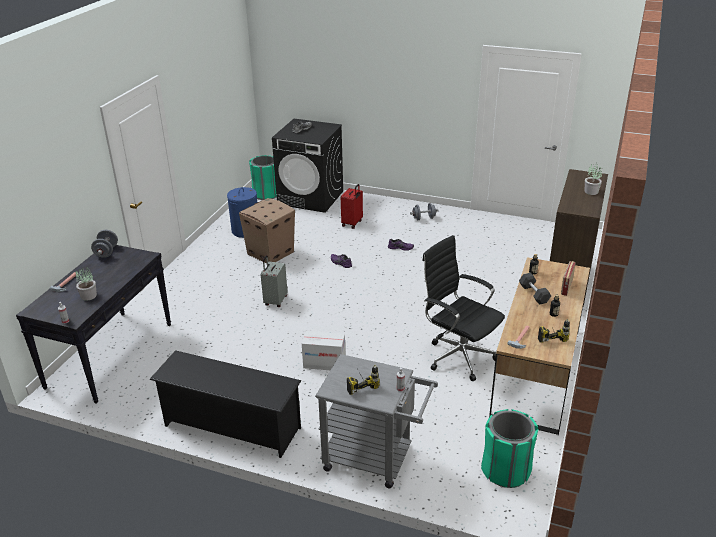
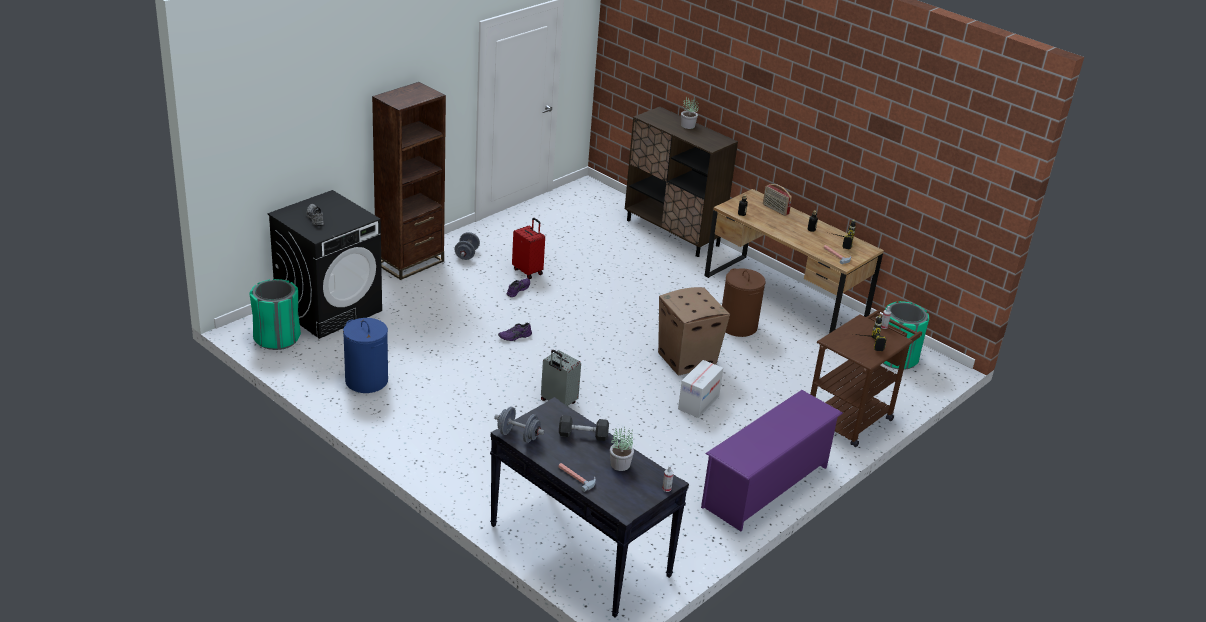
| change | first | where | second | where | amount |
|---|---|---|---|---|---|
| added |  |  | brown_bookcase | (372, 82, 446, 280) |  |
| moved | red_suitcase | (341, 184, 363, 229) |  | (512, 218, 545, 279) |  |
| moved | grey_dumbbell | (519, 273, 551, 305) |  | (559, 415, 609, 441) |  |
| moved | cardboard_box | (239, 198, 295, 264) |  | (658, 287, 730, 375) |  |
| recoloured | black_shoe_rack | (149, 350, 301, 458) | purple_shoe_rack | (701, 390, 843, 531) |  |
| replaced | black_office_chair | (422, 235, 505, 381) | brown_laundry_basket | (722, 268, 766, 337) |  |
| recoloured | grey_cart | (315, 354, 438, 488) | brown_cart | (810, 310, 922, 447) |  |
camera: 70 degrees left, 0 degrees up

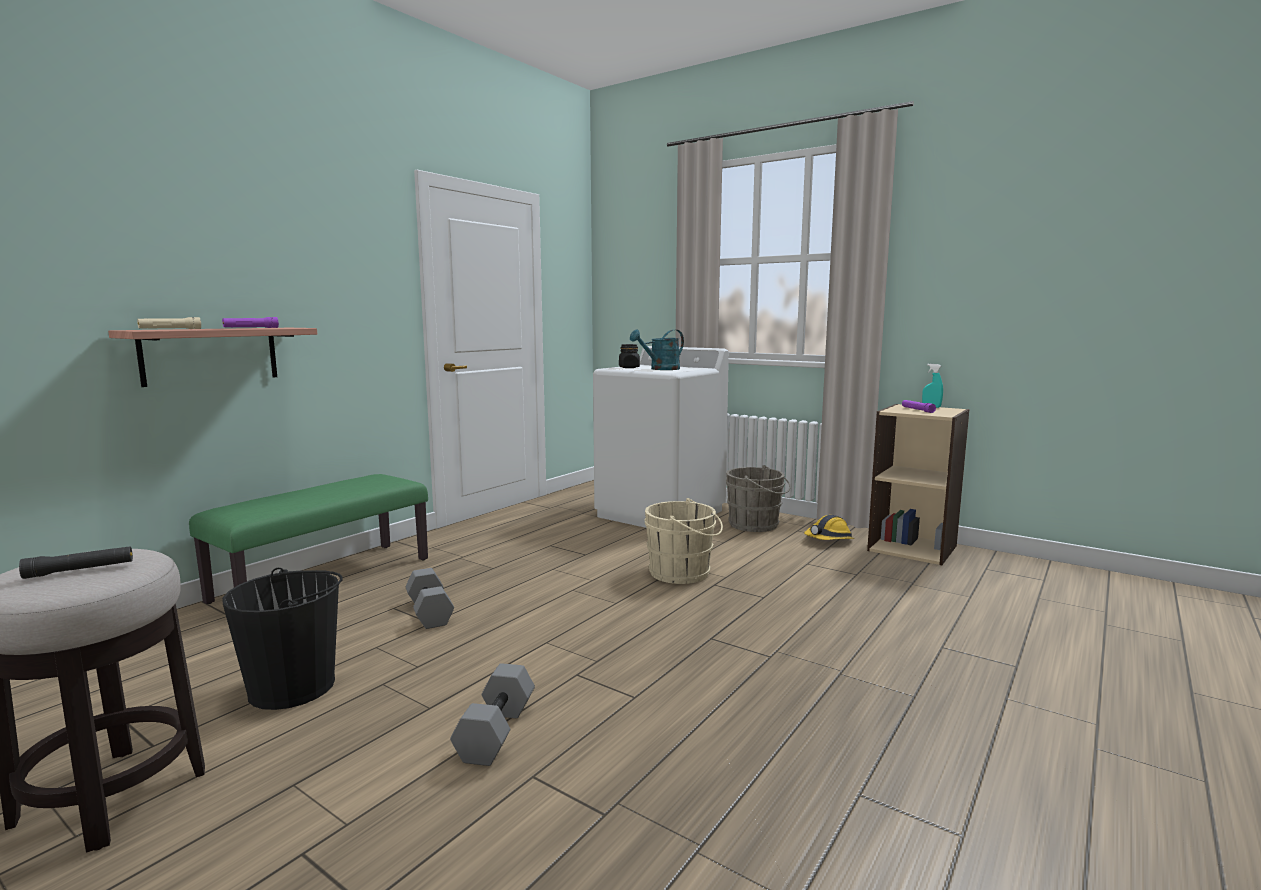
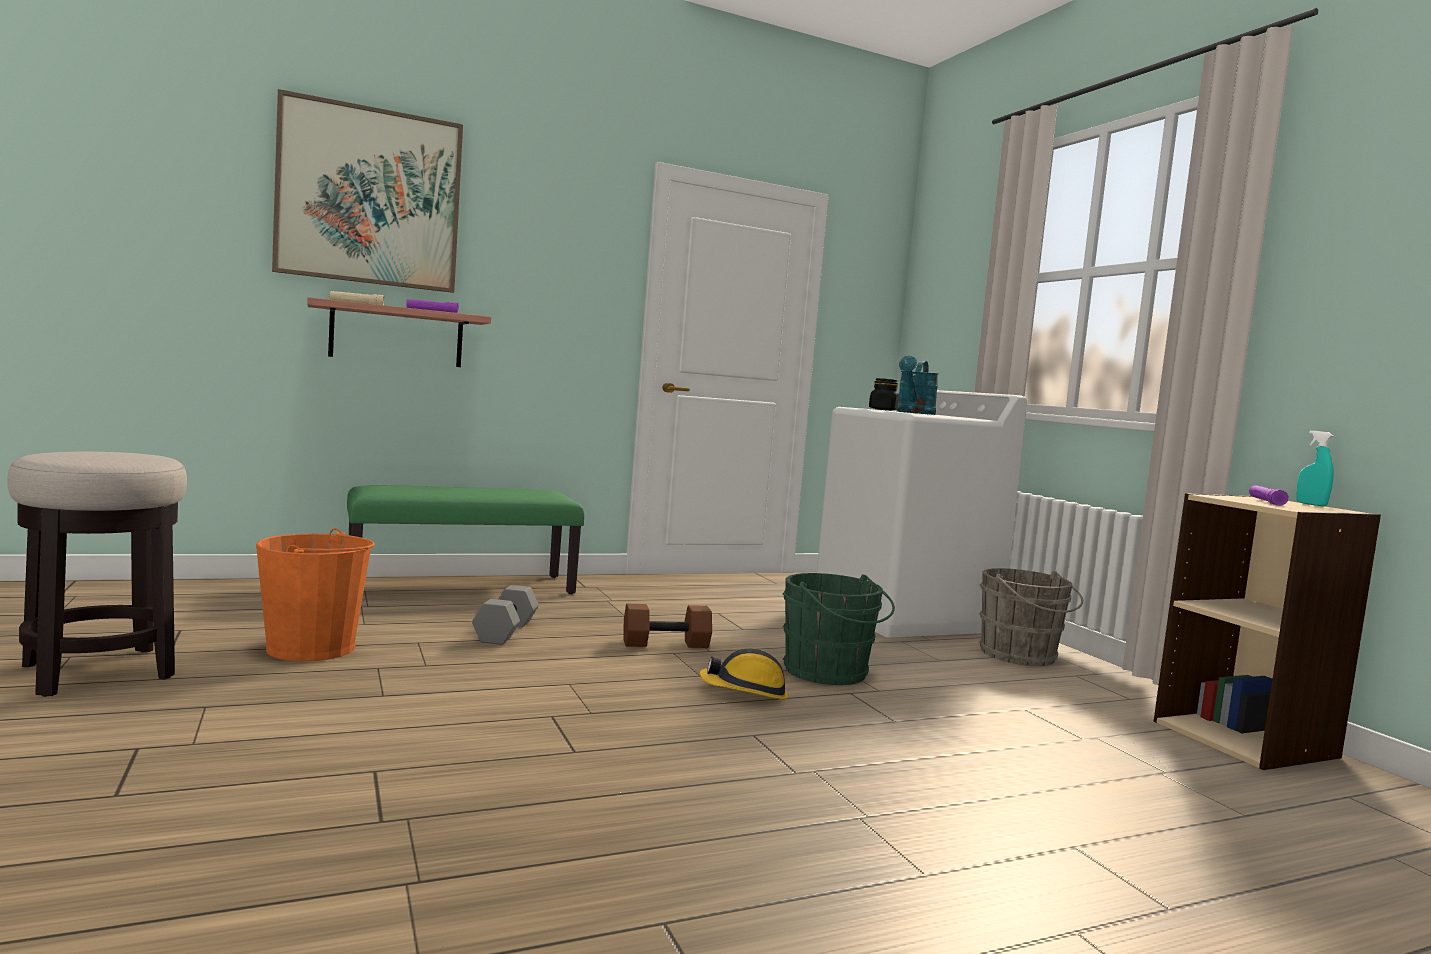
| change | first | where | second | where | amount |
|---|---|---|---|---|---|
| recoloured | black_bucket | (222, 568, 343, 710) | orange_bucket | (256, 528, 375, 661) |  |
| added |  |  | picture | (272, 89, 463, 293) |  |
| added |  |  | brown_dumbbell | (623, 604, 712, 648) |  |
| moved | hard_hat | (804, 515, 854, 540) |  | (699, 648, 788, 700) |  |
| recoloured | beige_bucket | (644, 498, 723, 584) | green_bucket | (782, 573, 895, 685) |  |
| turned | turquoise_watering_can | (630, 330, 684, 370) |  | (897, 356, 939, 415) | 60 degrees counterclockwise |
| removed | black_flashlight | (19, 546, 133, 579) |  |  |  |
| removed | grey_dumbbell | (450, 663, 535, 766) |  |  |  |
camera: 30 degrees right, 5 degrees down

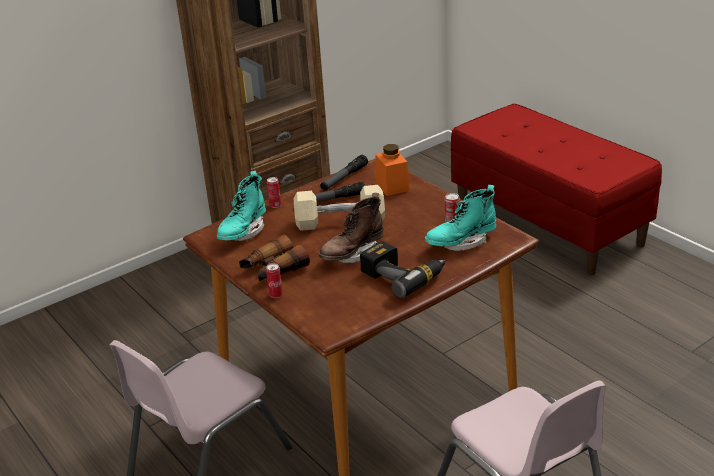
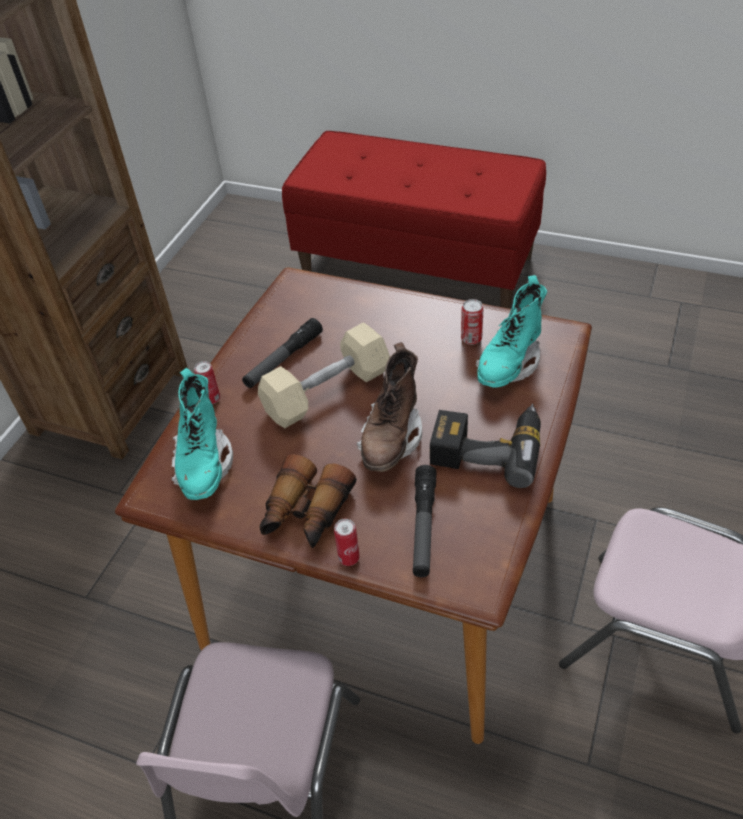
| change | first | where | second | where | amount |
|---|---|---|---|---|---|
| moved | flashlight | (320, 155, 368, 191) |  | (413, 465, 436, 577) |  |
| removed | orange_jar | (375, 144, 410, 196) |  |  |  |
camera: 30 degrees left, 15 degrees up

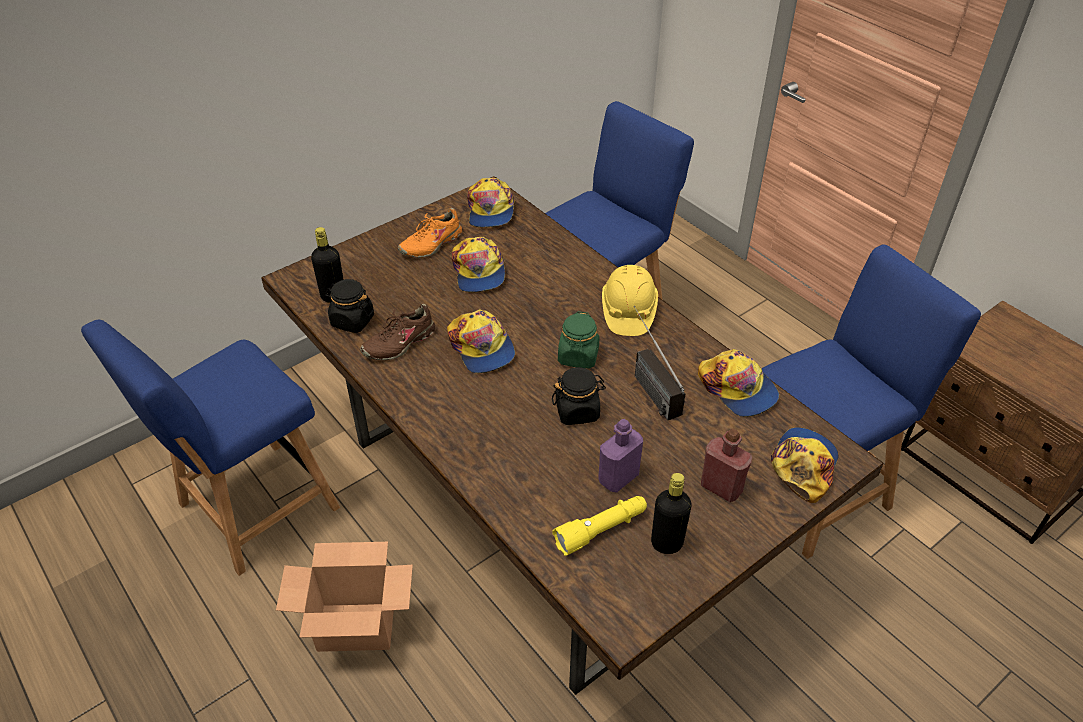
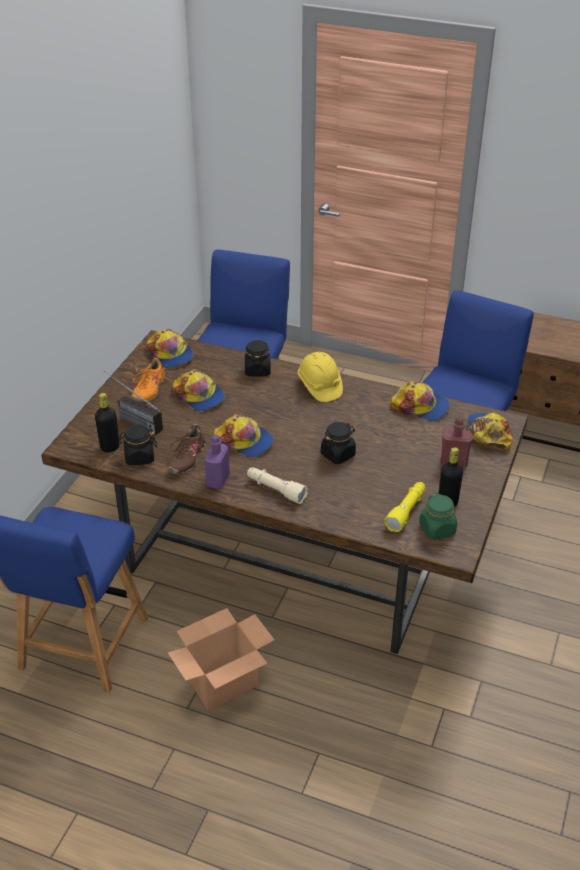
| change | first | where | second | where | amount |
|---|---|---|---|---|---|
| moved | radio | (633, 306, 685, 421) |  | (104, 371, 163, 436) |  |
| moved | purple_bottle | (598, 419, 643, 493) |  | (204, 435, 230, 489) |  |
| added |  |  | black_jar | (245, 340, 271, 377) |  |
| added |  |  | beige_flashlight | (247, 467, 308, 504) |  |
| moved | green_jar | (558, 311, 600, 368) |  | (419, 493, 457, 540) |  |
camera: 30 degrees left, 5 degrees down

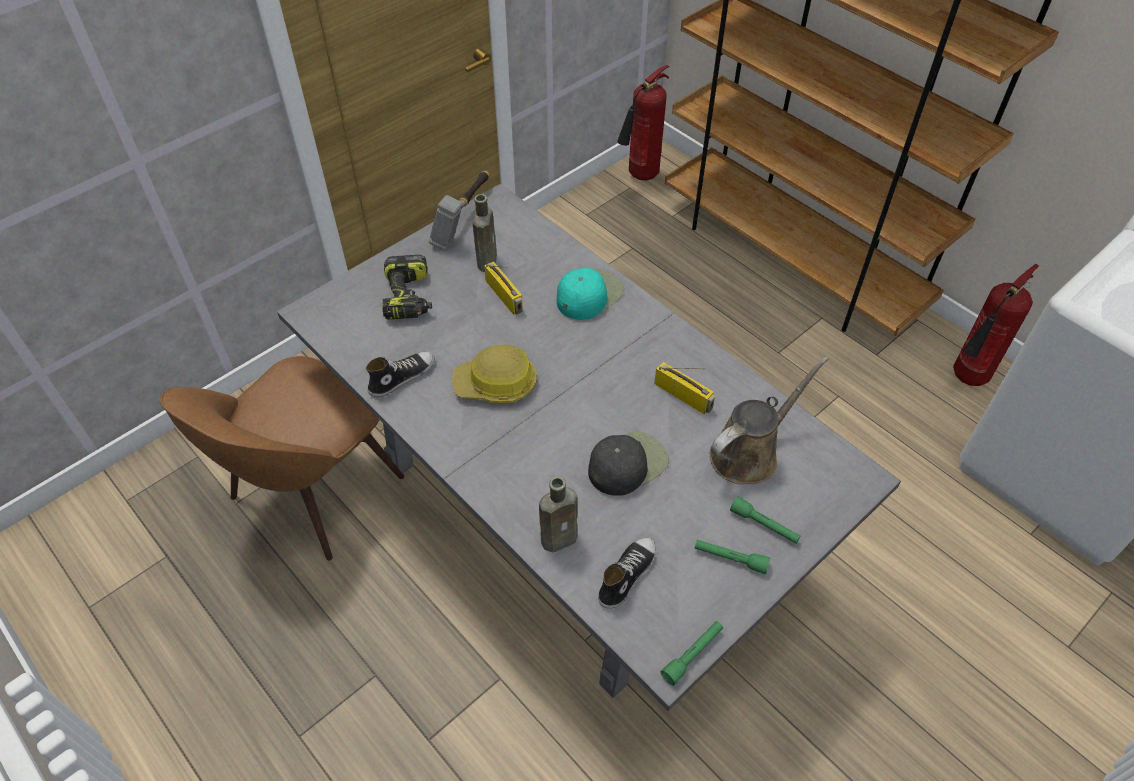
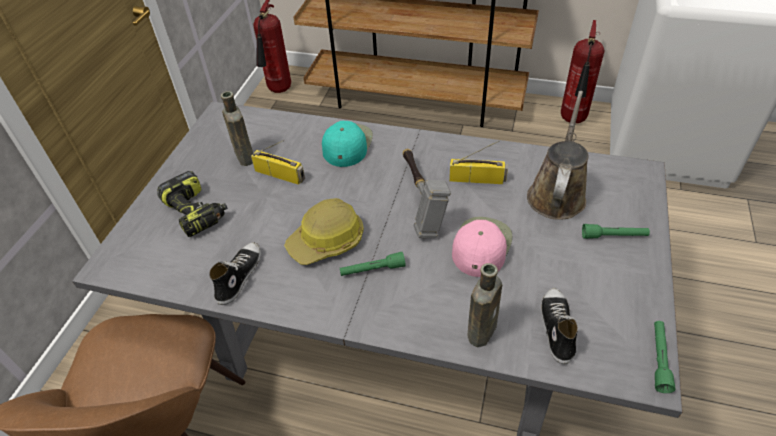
| change | first | where | second | where | amount |
|---|---|---|---|---|---|
| moved | green_flashlight | (694, 540, 770, 574) |  | (340, 252, 406, 276) |  |
| moved | hammer | (429, 171, 489, 251) |  | (403, 149, 451, 238) |  |
| recoloured | black_cap | (588, 431, 669, 496) | pink_cap | (452, 217, 513, 277) |  |
camera: 30 degrees left, 5 degrees down

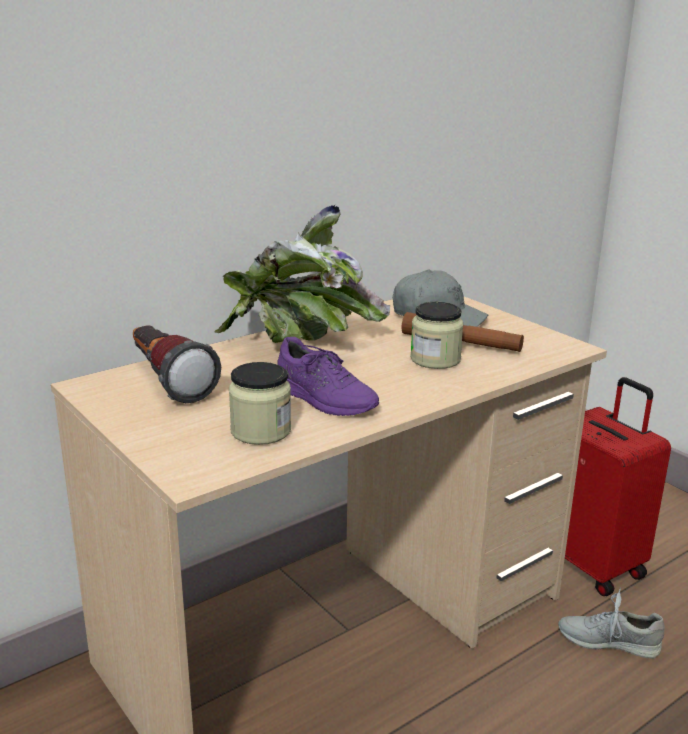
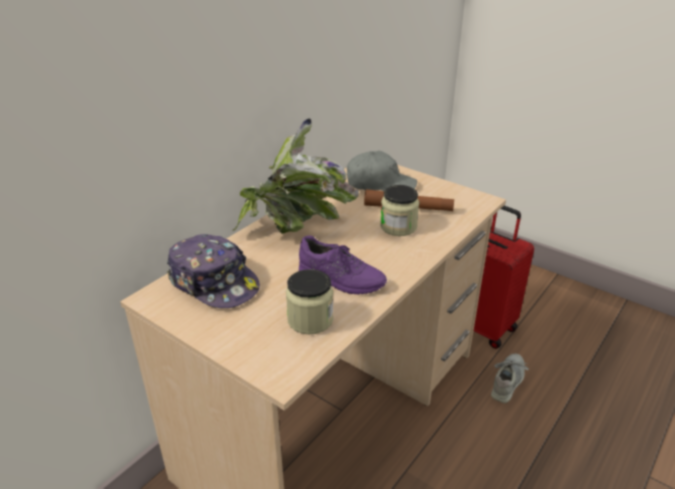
| change | first | where | second | where | amount |
|---|---|---|---|---|---|
| replaced | flashlight | (133, 325, 221, 403) | cap | (167, 234, 260, 308) |  |
| turned | grey_shoe | (558, 587, 665, 659) |  | (491, 353, 529, 403) | 120 degrees clockwise |
camera: 15 degrees left, 10 degrees up

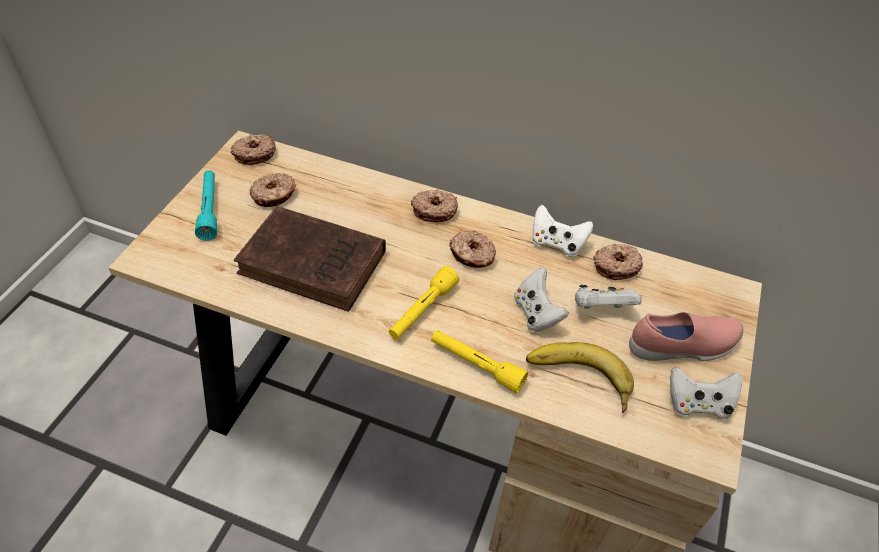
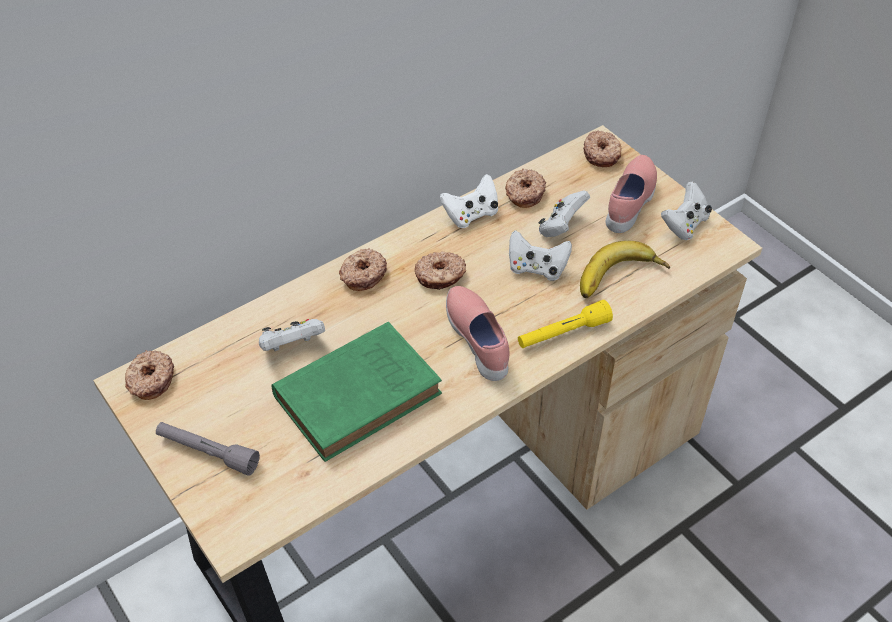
| change | first | where | second | where | amount |
|---|---|---|---|---|---|
| recoloured | turquoise_flashlight | (195, 171, 217, 241) | grey_flashlight | (156, 422, 260, 476) |  |
| added |  |  | white_game_controller | (259, 319, 325, 351) |  |
| recoloured | brown_book | (234, 206, 386, 312) | green_book | (271, 322, 442, 462) |  |
| replaced | yellow_flashlight | (389, 266, 459, 339) | pink_shoe | (446, 286, 509, 381) |  |
| moved | donut | (250, 173, 296, 207) |  | (583, 130, 621, 167) |  |
camera: 55 degrees left, 0 degrees up

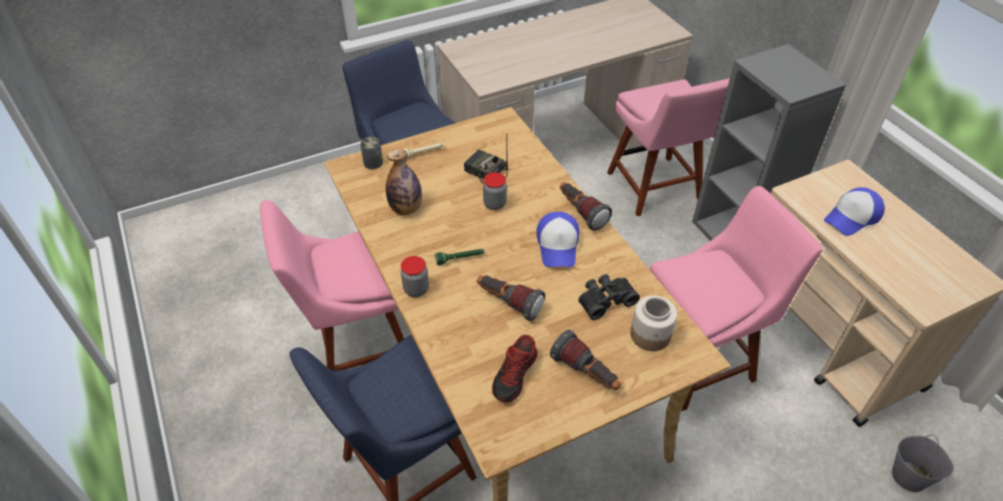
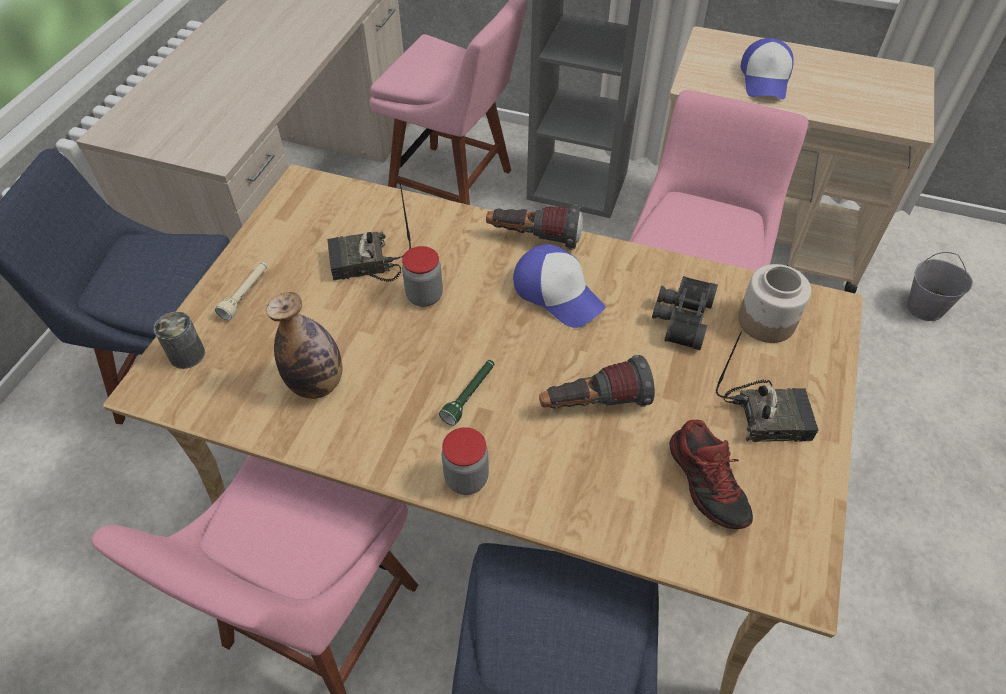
| change | first | where | second | where | amount |
|---|---|---|---|---|---|
| replaced | flashlight | (550, 330, 621, 390) | radio | (716, 332, 819, 442) |  |
camera: 45 degrees left, 5 degrees up

